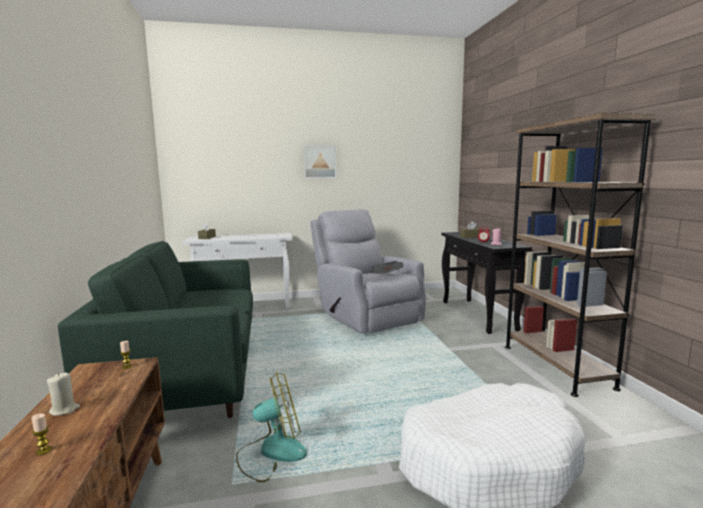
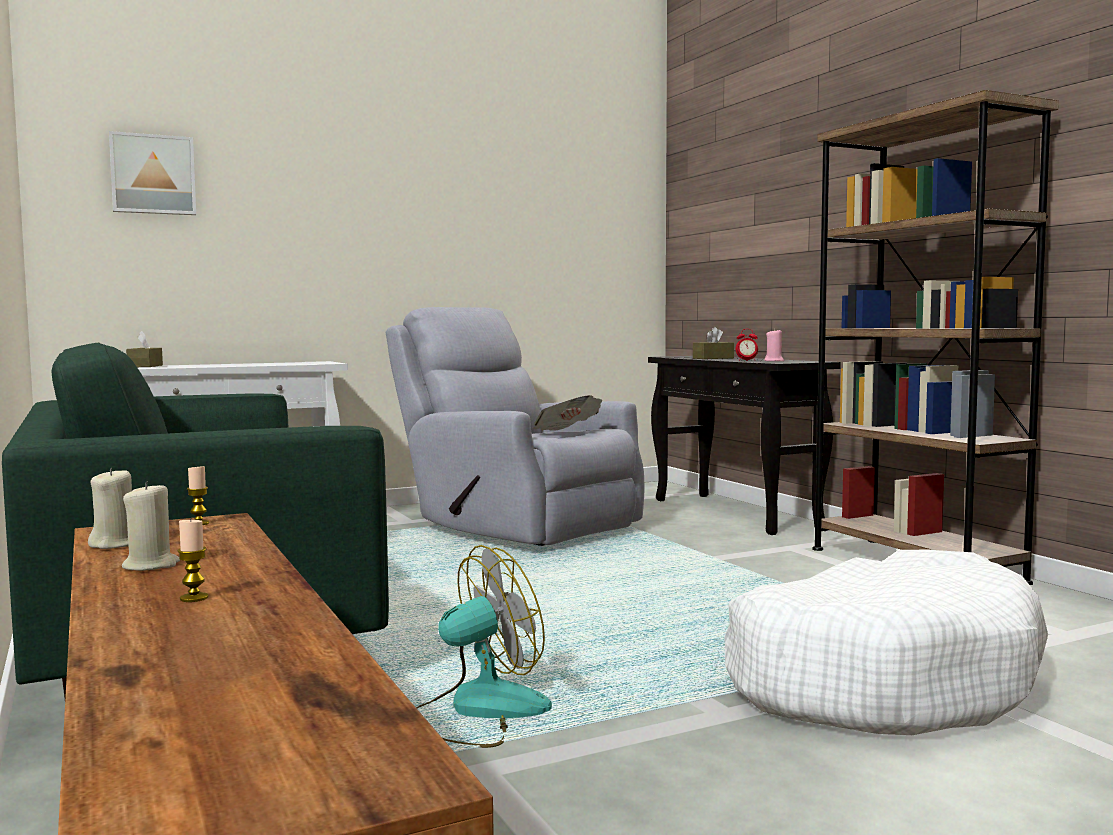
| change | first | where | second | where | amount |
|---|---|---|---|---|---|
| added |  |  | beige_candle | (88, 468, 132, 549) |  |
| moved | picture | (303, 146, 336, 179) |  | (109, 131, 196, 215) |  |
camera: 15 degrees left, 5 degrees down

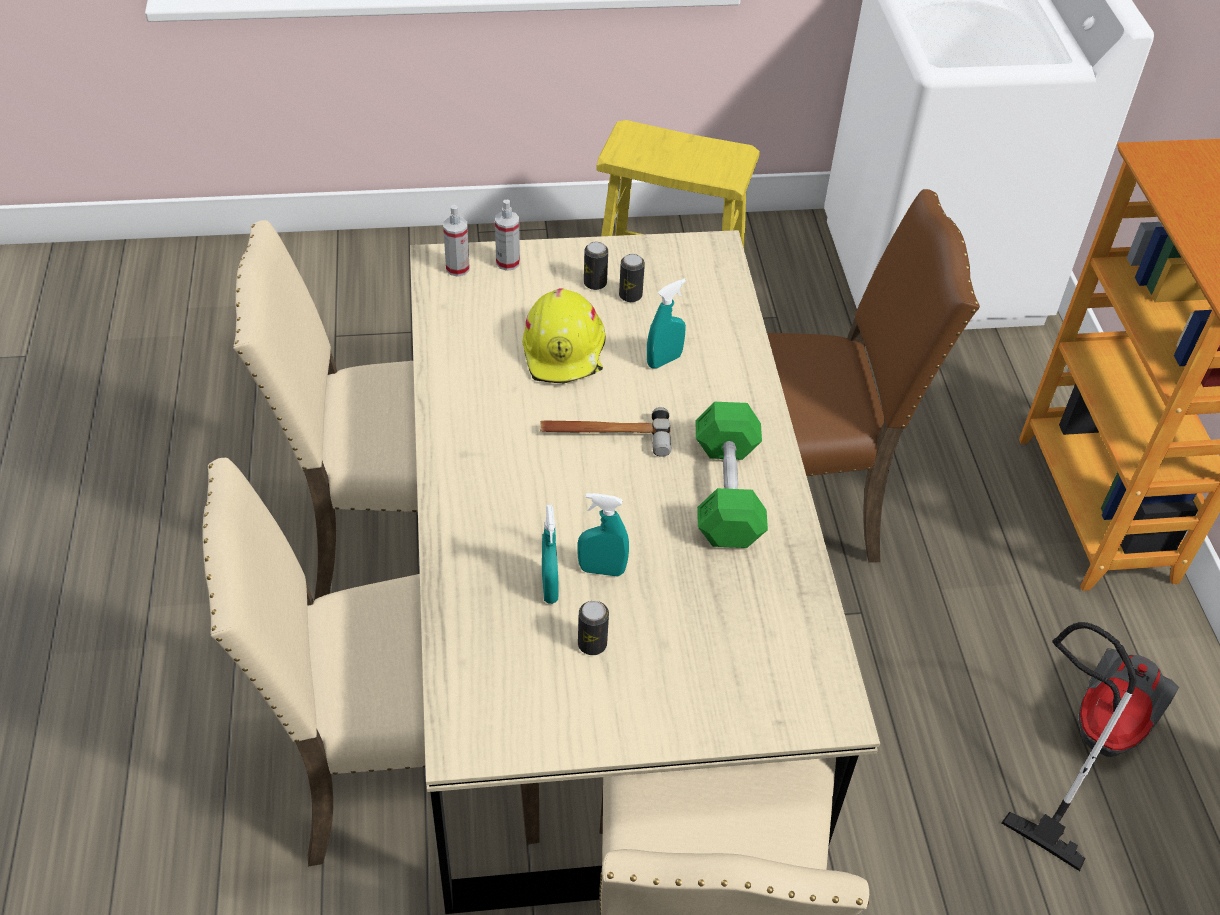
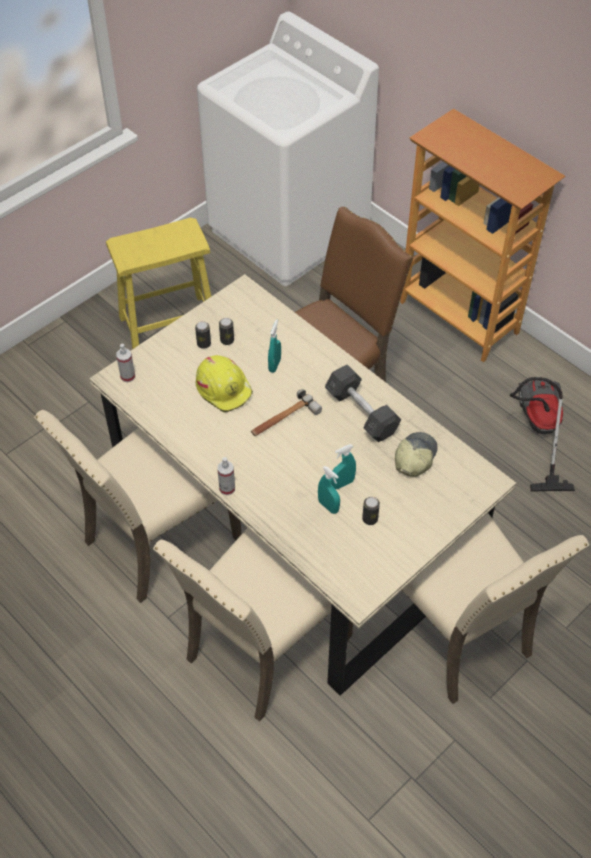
| change | first | where | second | where | amount |
|---|---|---|---|---|---|
| moved | spray_bottle | (495, 200, 520, 271) |  | (217, 457, 235, 495) |  |
| recoloured | green_dumbbell | (696, 402, 768, 548) | grey_dumbbell | (325, 365, 401, 442) |  |
| added |  |  | cap | (395, 432, 438, 477) |  |
camera: 35 degrees left, 5 degrees up

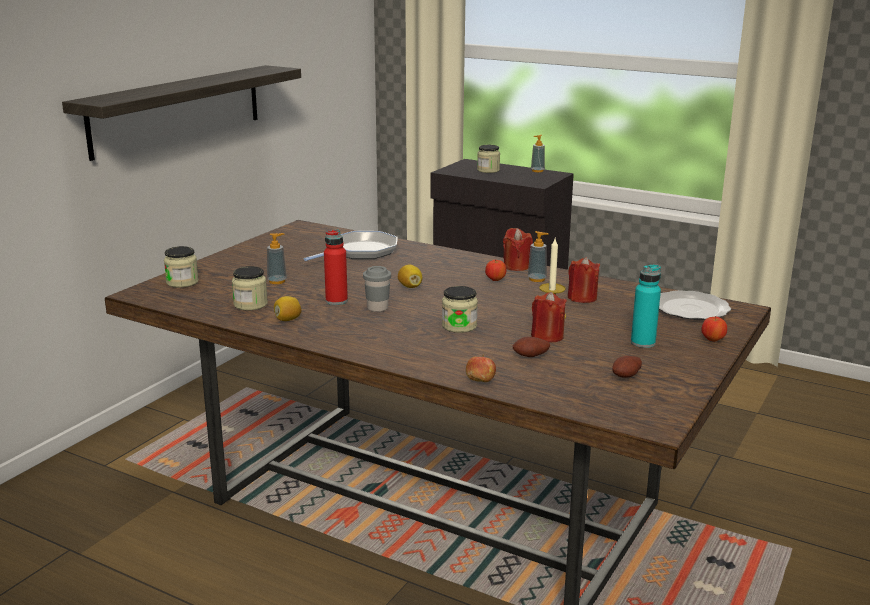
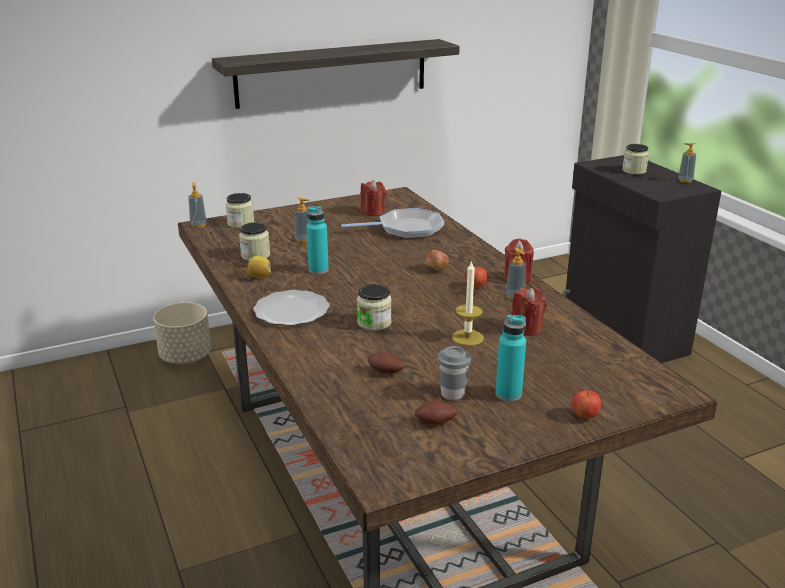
| change | first | where | second | where | amount |
|---|---|---|---|---|---|
| added |  |  | beige_planter | (153, 302, 211, 364) |  |
| added |  |  | soap_dispenser | (188, 182, 207, 228) |  |
| moved | plate | (659, 290, 731, 320) |  | (253, 290, 330, 326) |  |
| recoloured | red_bottle | (324, 229, 348, 305) | turquoise_bottle | (306, 206, 329, 274) |  |
| moved | red_candle | (531, 292, 567, 342) |  | (360, 180, 386, 216) |  |
| moved | apple | (466, 355, 496, 382) |  | (427, 250, 449, 271) |  |
| moved | grey_cup | (363, 266, 391, 312) |  | (438, 346, 471, 400) |  |
| removed | lemon | (398, 265, 422, 288) |  |  |  |
camera: 35 degrees right, 5 degrees up

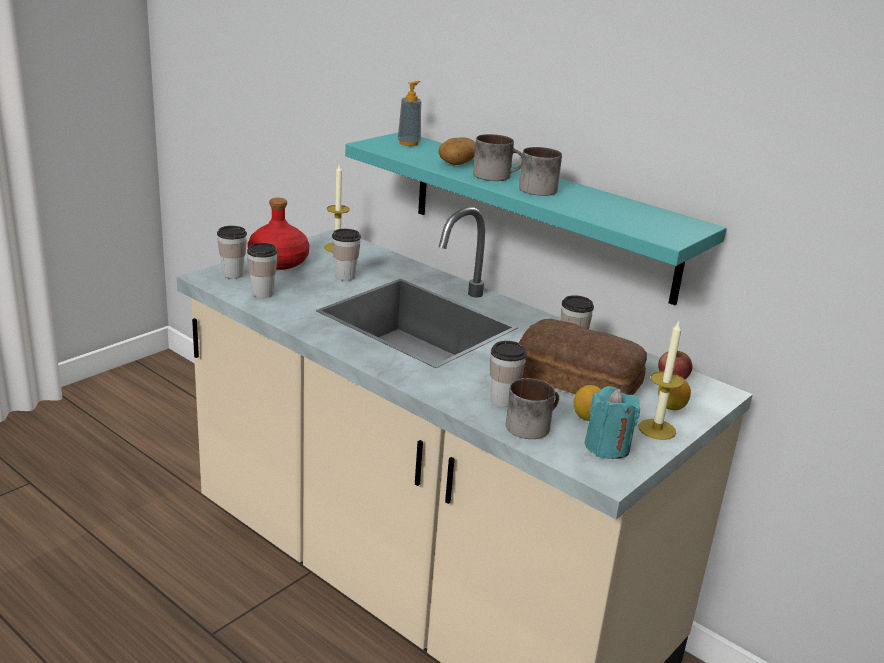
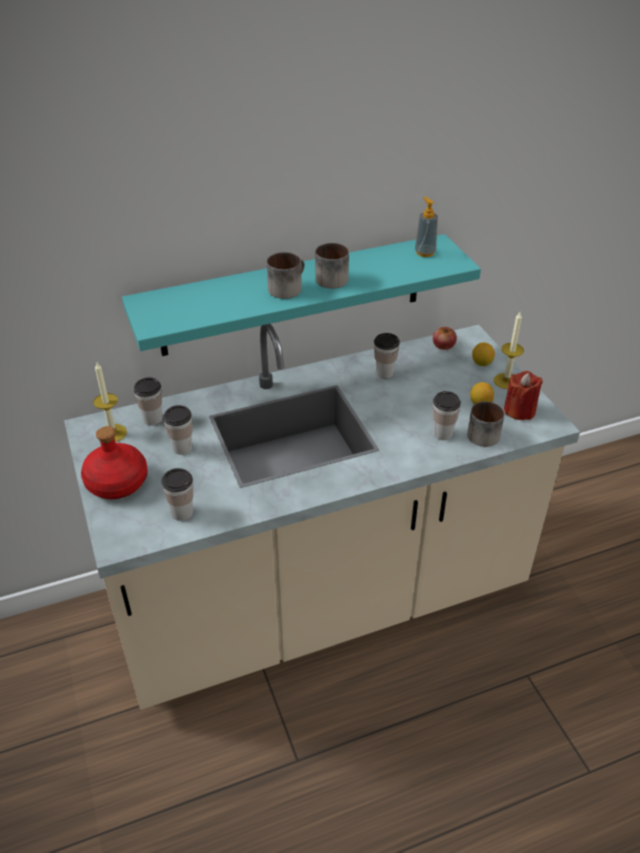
| change | first | where | second | where | amount |
|---|---|---|---|---|---|
| moved | cup | (217, 226, 247, 279) |  | (133, 377, 162, 426) |  |
| moved | soap_dispenser | (398, 81, 421, 146) |  | (415, 197, 438, 257) |  |
| recoloured | turquoise_candle | (585, 386, 640, 459) | red_candle | (504, 371, 543, 420) |  |
| removed | potato | (438, 137, 476, 165) |  |  |  |
| removed | bread | (519, 319, 647, 395) |  |  |  |
camera: 60 degrees left, 15 degrees up

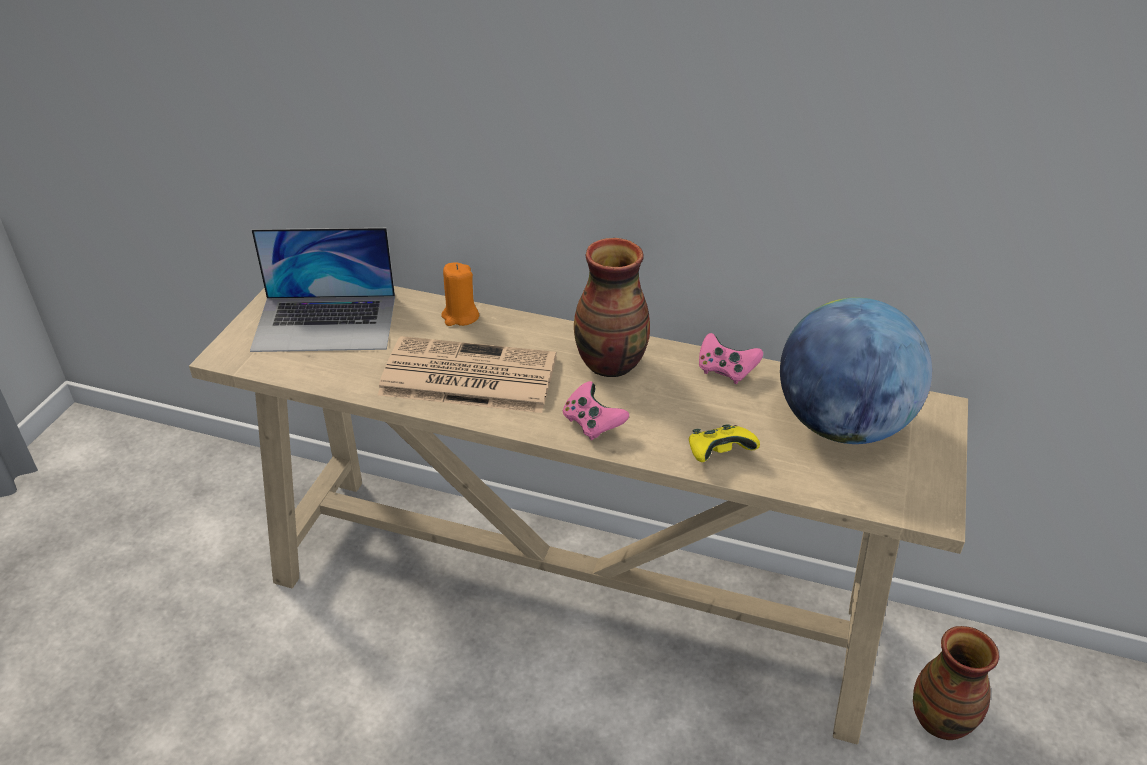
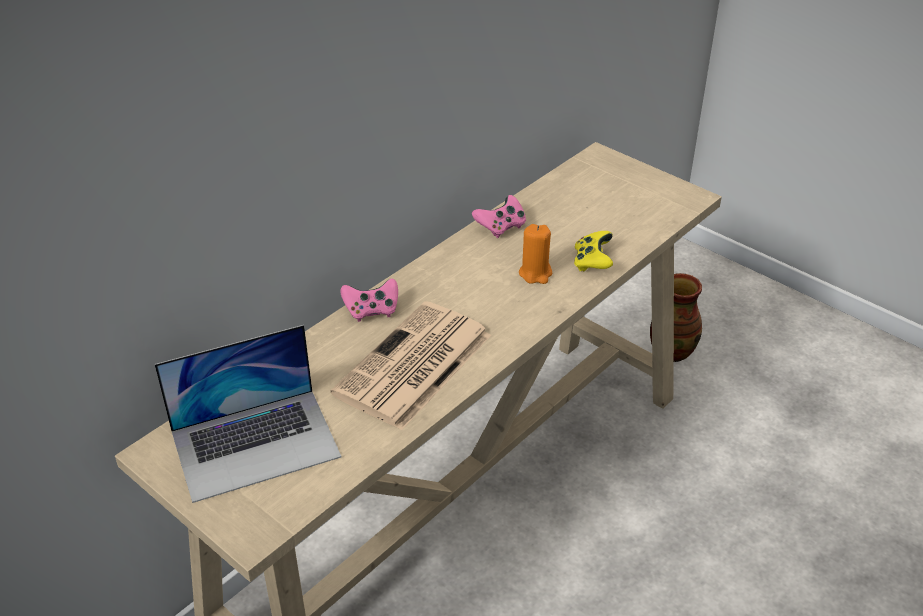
| change | first | where | second | where | amount |
|---|---|---|---|---|---|
| turned | laptop | (250, 228, 395, 352) |  | (155, 325, 341, 503) | 45 degrees clockwise |
| moved | pink_game_controller | (563, 381, 629, 440) |  | (340, 279, 398, 322) |  |
| moved | orange_candle | (441, 262, 479, 326) |  | (519, 224, 552, 284) |  |
| removed | vase | (574, 238, 650, 377) |  |  |  |
| removed | globe | (780, 297, 932, 444) |  |  |  |
camera: 65 degrees left, 0 degrees up

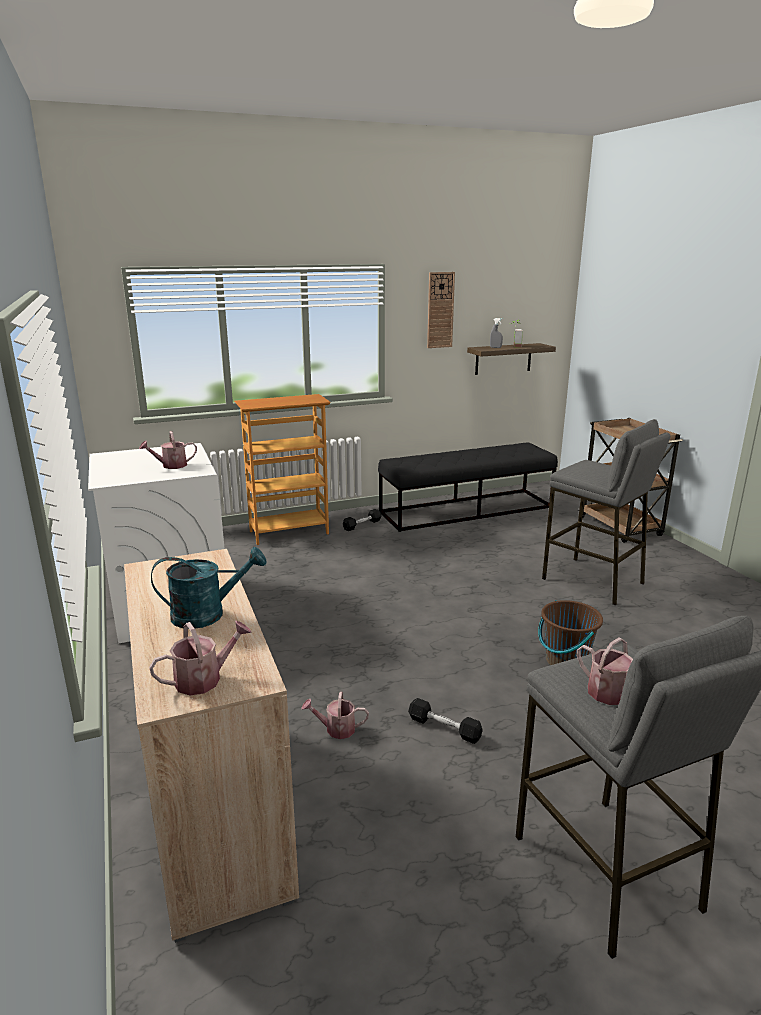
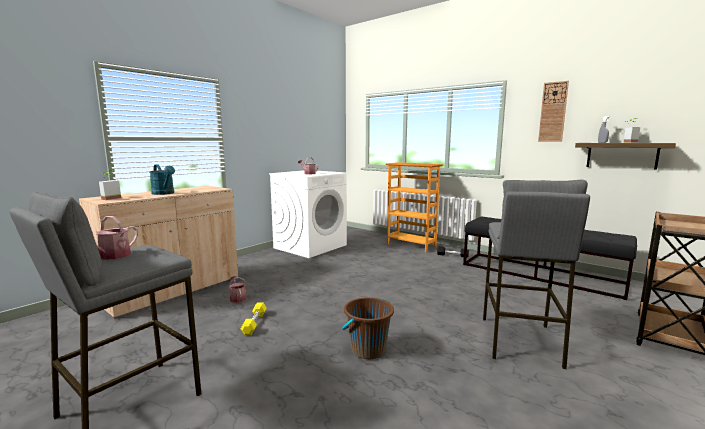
| change | first | where | second | where | amount |
|---|---|---|---|---|---|
| replaced | watering_can | (149, 621, 252, 695) | potted_plant | (99, 170, 121, 200) |  |
| recoloured | black_dumbbell | (408, 698, 483, 744) | yellow_dumbbell | (241, 302, 267, 335) |  |
camera: 60 degrees right, 10 degrees down

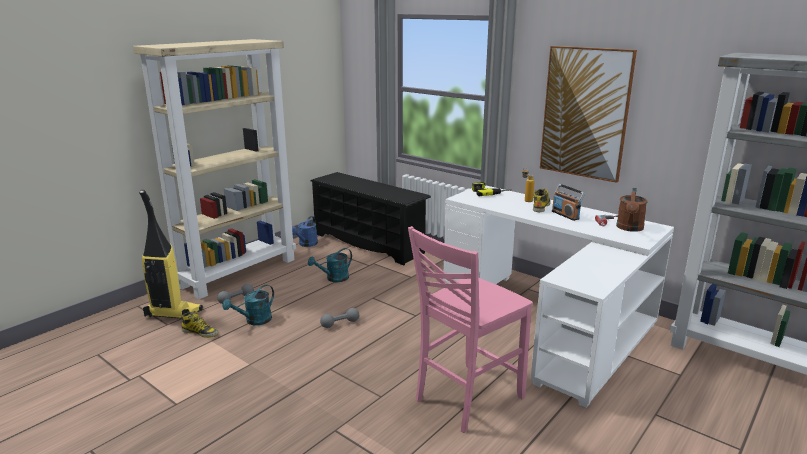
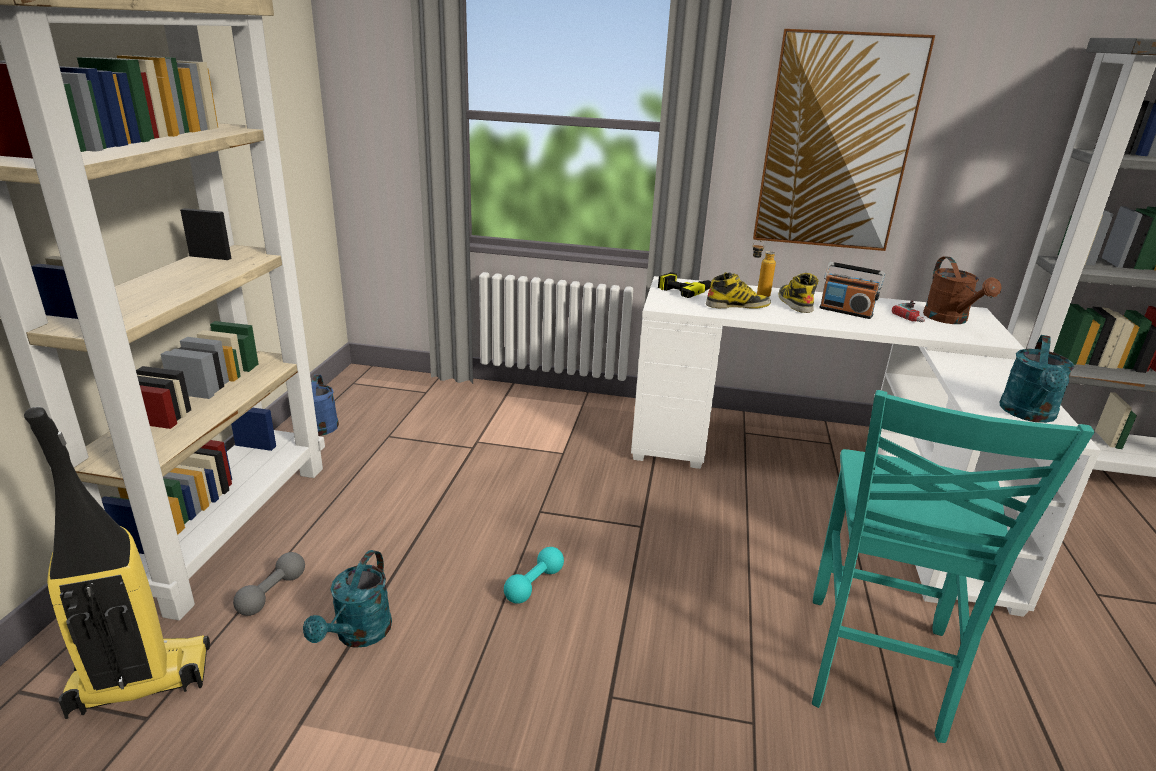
| change | first | where | second | where | amount |
|---|---|---|---|---|---|
| recoloured | grey_dumbbell | (320, 308, 359, 328) | turquoise_dumbbell | (504, 547, 564, 604) |  |
| moved | boot | (181, 311, 219, 338) |  | (706, 272, 771, 309) |  |
| recoloured | pink_chair | (408, 226, 533, 433) | turquoise_chair | (812, 390, 1094, 743) |  |
| moved | turquoise_watering_can | (308, 248, 352, 282) |  | (1000, 335, 1074, 423) |  |
| removed | black_shoe_rack | (310, 172, 431, 265) |  |  |  |
camera: 30 degrees left, 5 degrees up

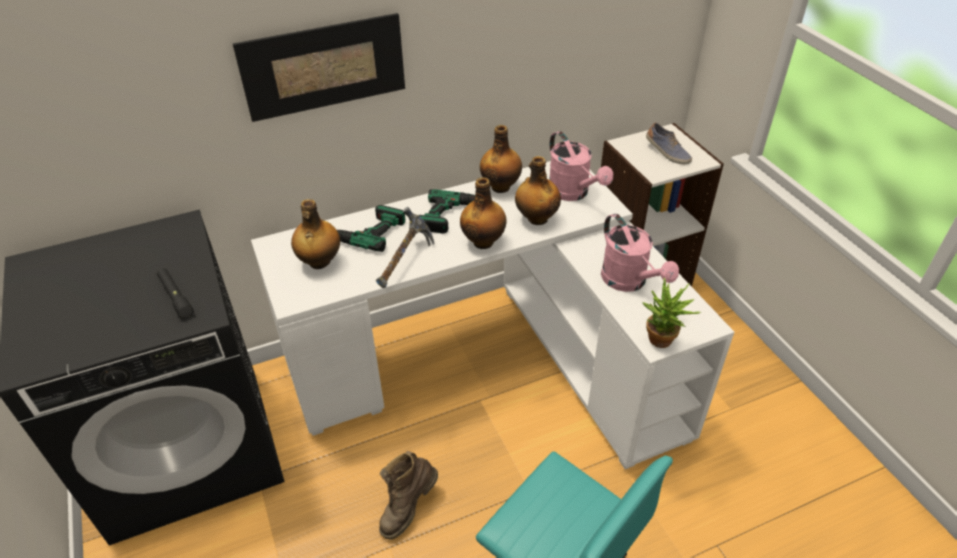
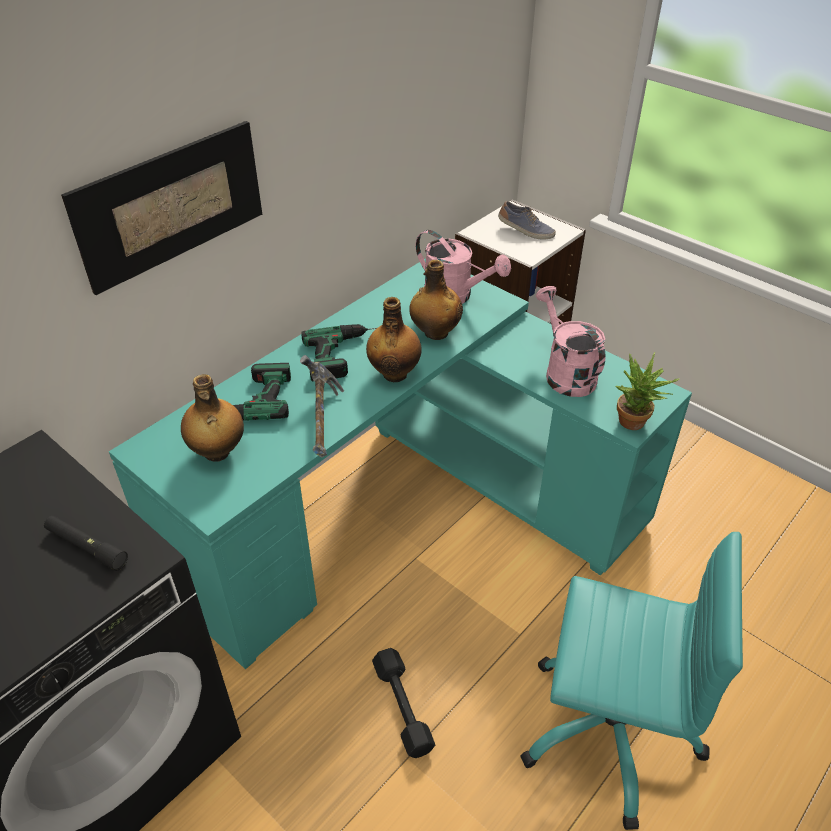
| change | first | where | second | where | amount |
|---|---|---|---|---|---|
| recoloured | white_desk | (251, 161, 734, 469) | turquoise_desk | (109, 258, 692, 669) |  |
| replaced | brown_boot | (379, 451, 438, 540) | black_dumbbell | (372, 648, 435, 758) |  |
| turned | pink_watering_can | (601, 214, 679, 292) |  | (536, 286, 606, 397) | 150 degrees counterclockwise |
| removed | bottle | (480, 125, 522, 193) |  |  |  |
camera: 25 degrees left, 0 degrees up

